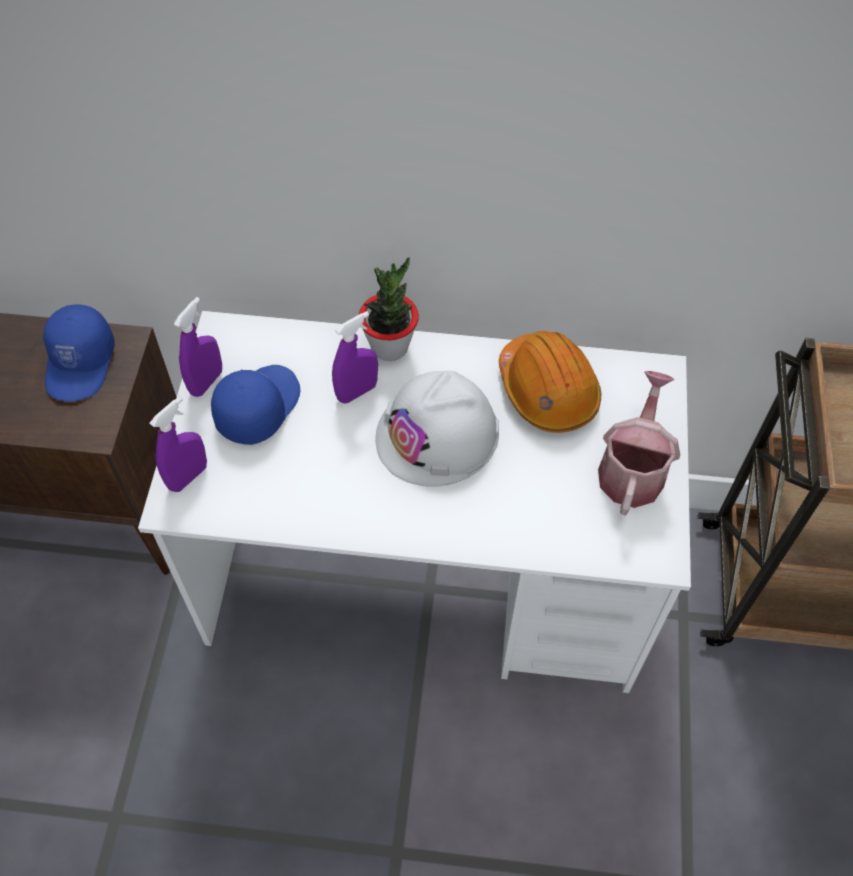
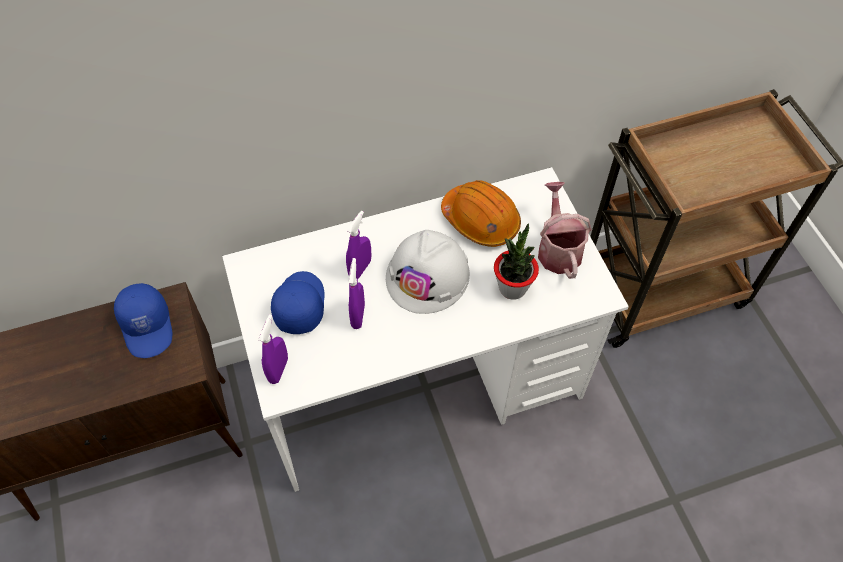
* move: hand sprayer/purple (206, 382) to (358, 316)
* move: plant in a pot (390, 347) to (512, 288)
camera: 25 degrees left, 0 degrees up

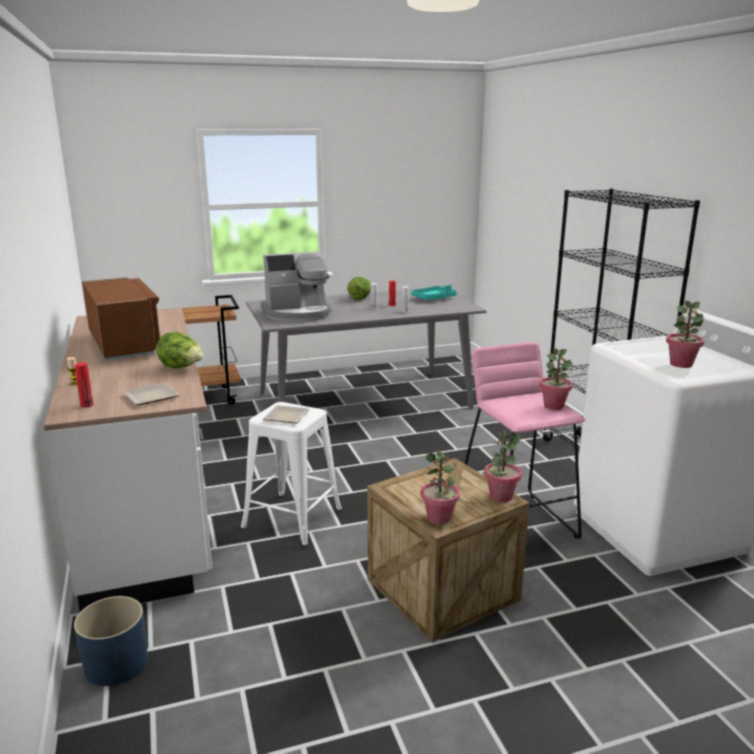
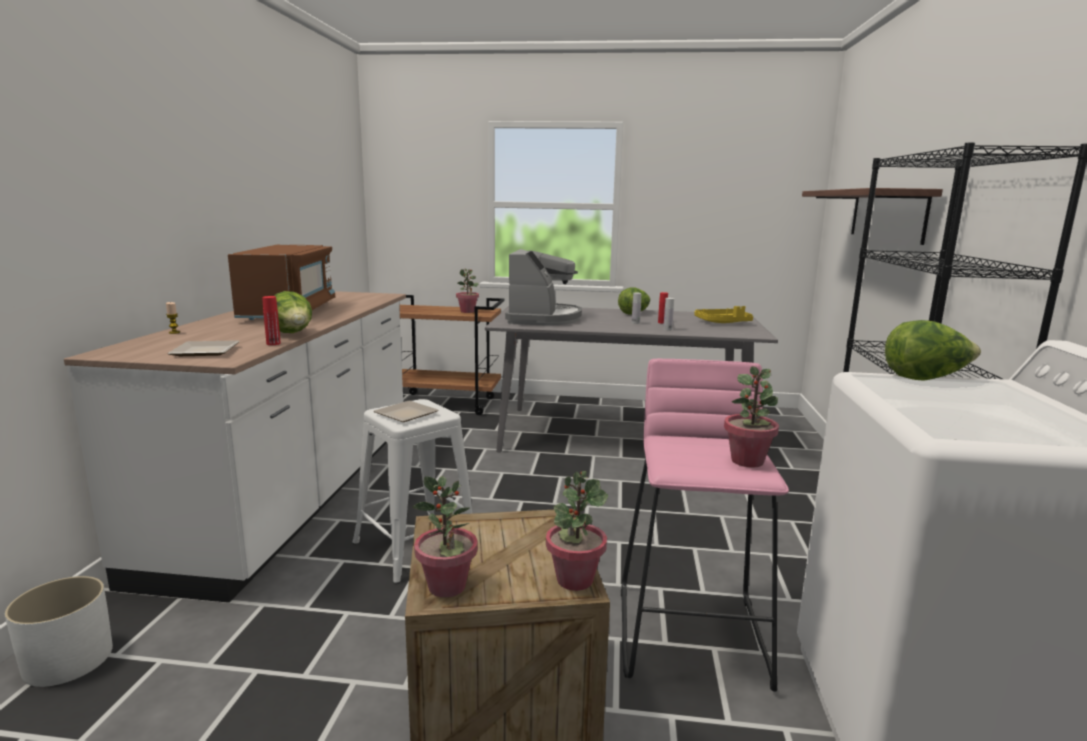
* recolor: planter/blue-coloured (115, 663) to planter/white (67, 660)
* move: bottle/red (87, 405) to (273, 343)
* move: plant in a pot (681, 364) to (467, 311)
* rotate: coffee machine (298, 313) = (543, 318) 90 degrees counterclockwise
* recolor: carrying tray/blue-green (434, 298) to carrying tray/yellowish (723, 322)
* insert: shelf (887, 215)
* insert: lettuce head (925, 379)
camera: 25 degrees right, 5 degrees down

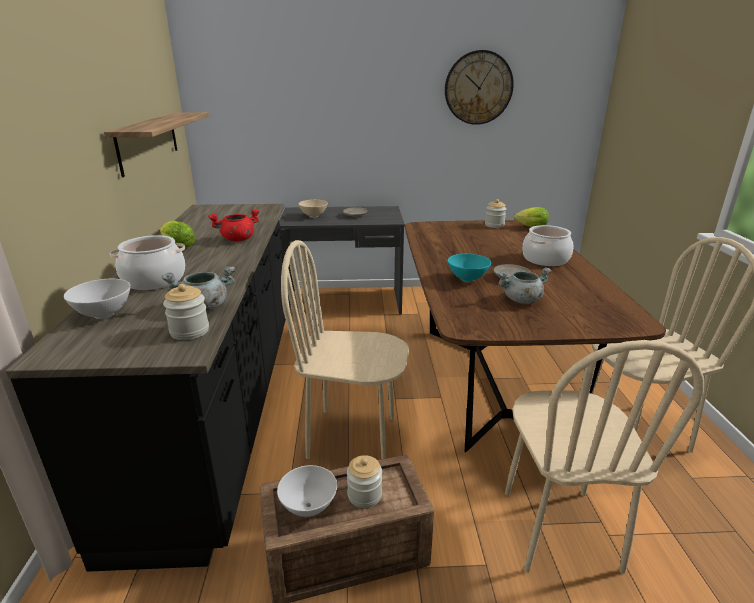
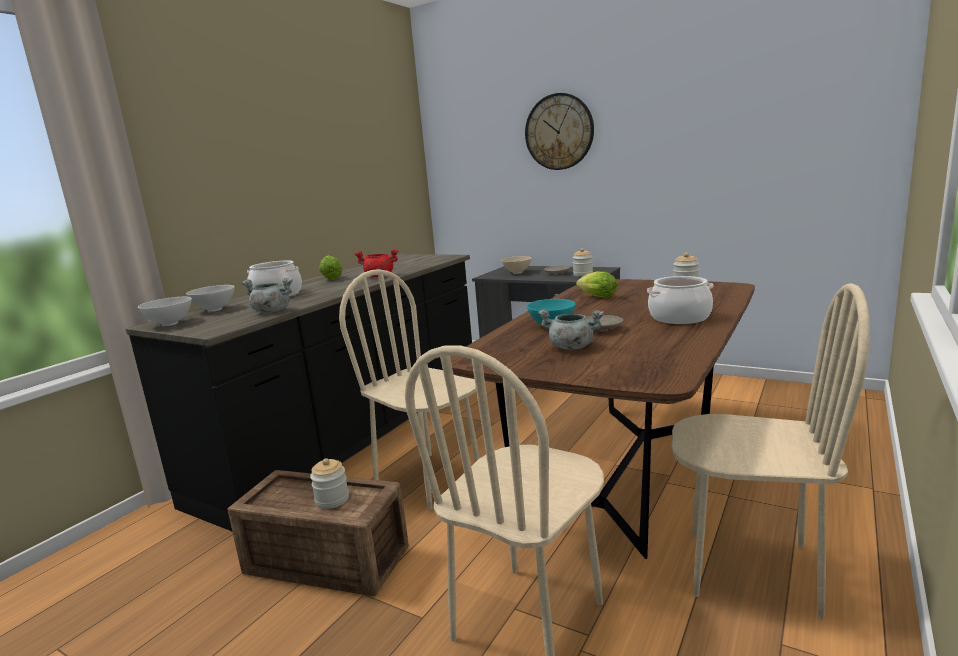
* move: bowl/white (308, 507) to (169, 324)
* move: clock on the wall (478, 88) to (559, 132)
* move: storage jar (189, 331) to (583, 274)
* move: lettuce head (529, 227) to (595, 297)
* delete: shelf (148, 141)
camera: 35 degrees right, 10 degrees down

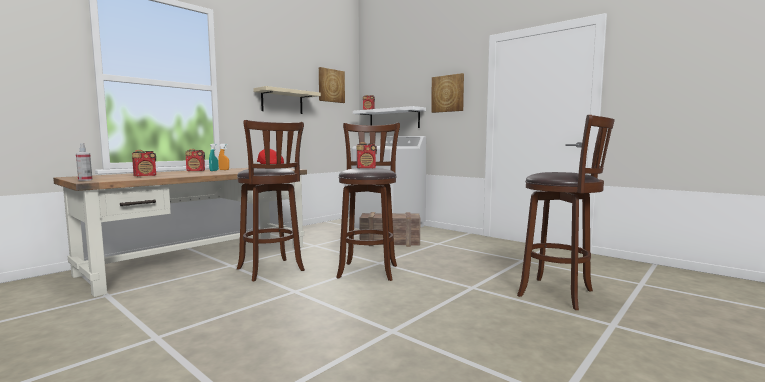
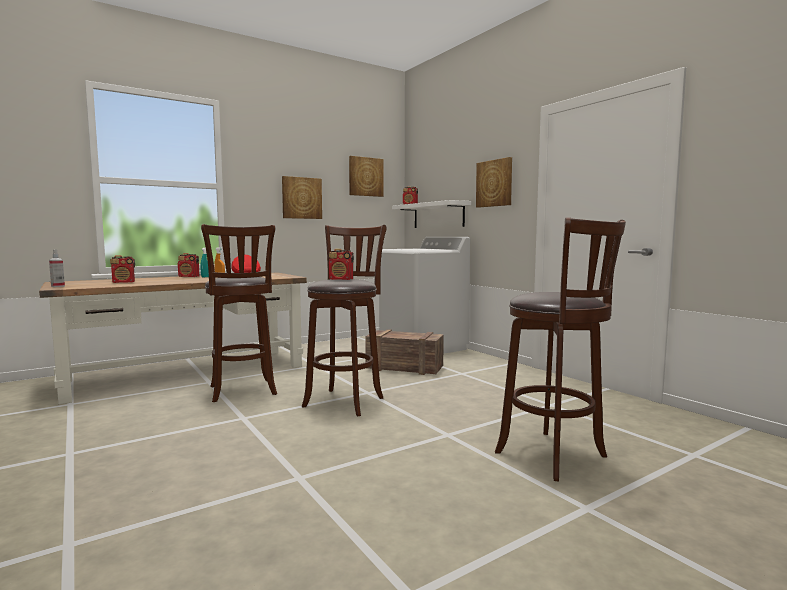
* replace: shelf/beige-coloured (282, 102) to wall art (301, 198)
camera: 15 degrees right, 0 degrees up

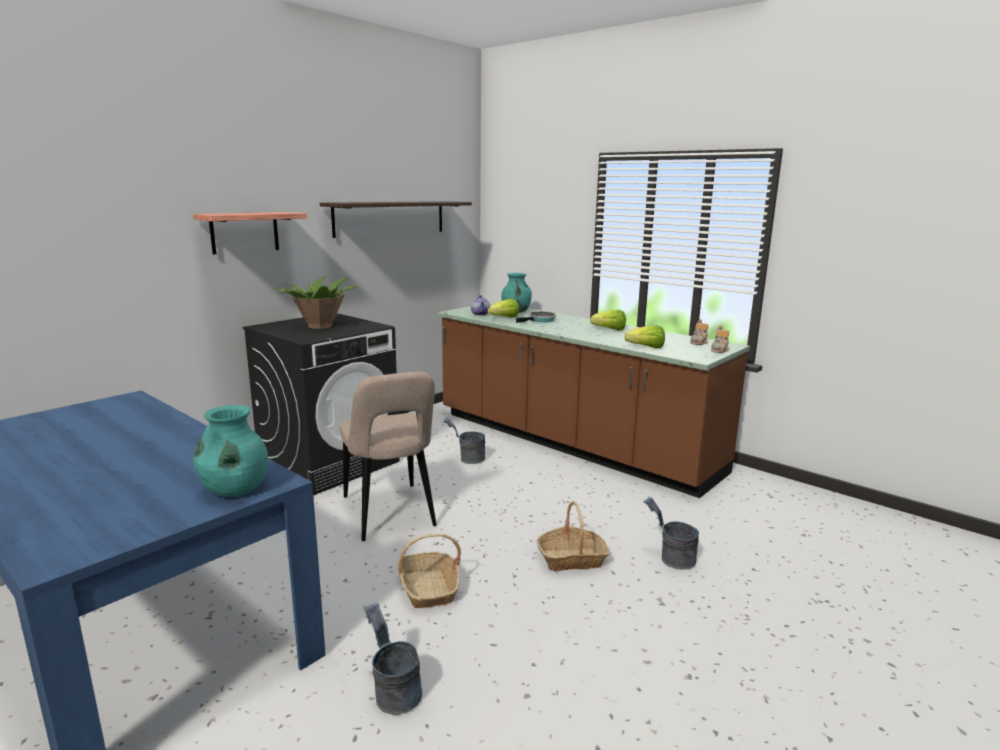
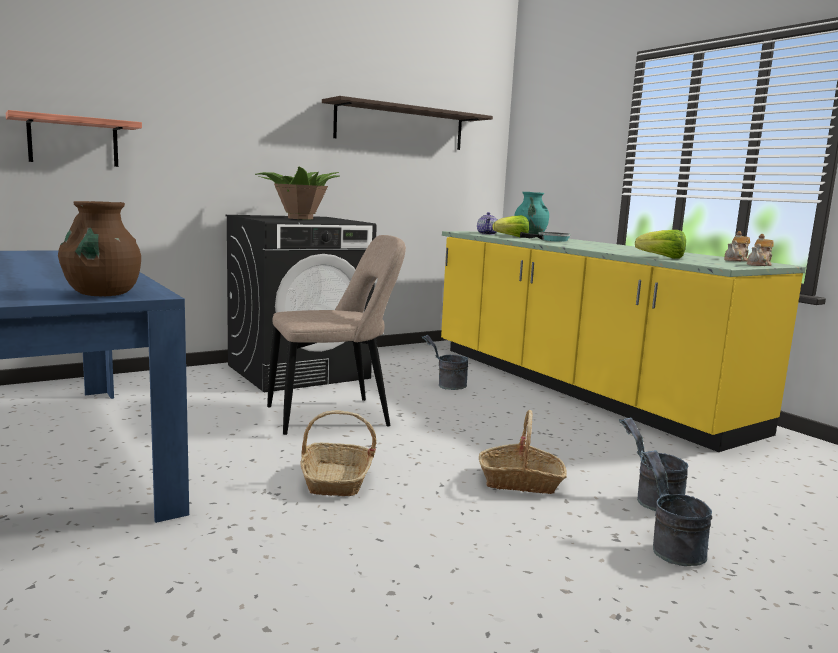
* move: shelf (244, 232) to (73, 141)
* recolor: decorative vase/blue-green (235, 489) to decorative vase/brownish (103, 294)
* rotate: upright chair/beige-coloured (390, 514) = (334, 416) 105 degrees counterclockwise
* recolor: kitchen base unit/brownish (572, 442) to kitchen base unit/yellowish (577, 386)
* move: pail/gray (393, 692) to (671, 549)
* delete: lettuce head (610, 330)
camera: 15 degrees right, 5 degrees down

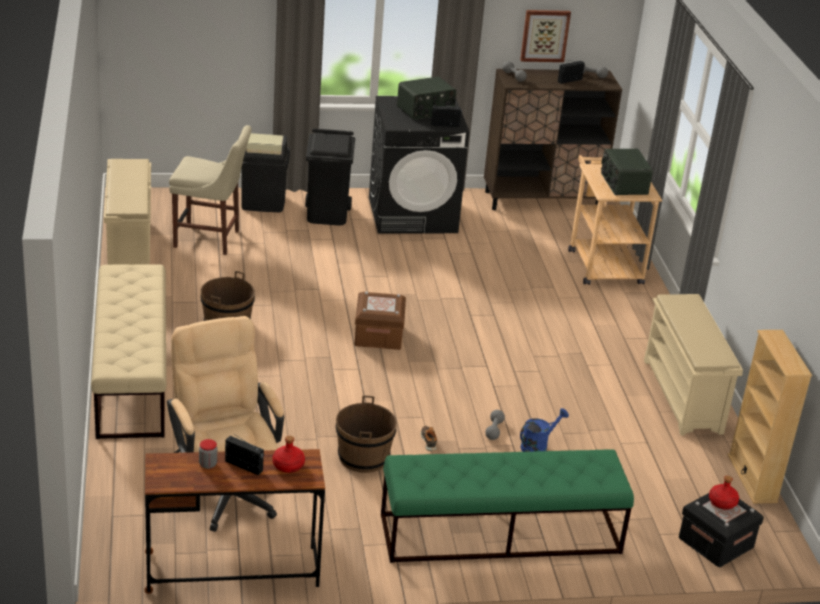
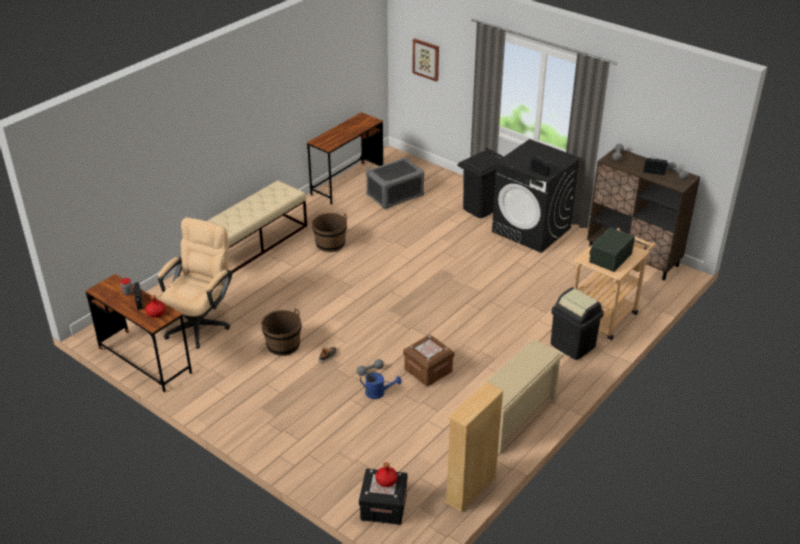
* replace: shoe rack/beige-coloured (129, 249) to desk table/brownish (347, 183)
* replace: upright chair/beige-coloured (210, 239) to storage container/gray (395, 195)
* move: storage container/brownish (378, 336) to (428, 370)
* move: wall art (544, 35) to (426, 59)
* move: rubbish bin/blackish (263, 202) to (573, 345)
* delete: indoor bench/greenish (499, 534)
* delete: radio set (425, 110)
camera: 50 degrees right, 5 degrees up

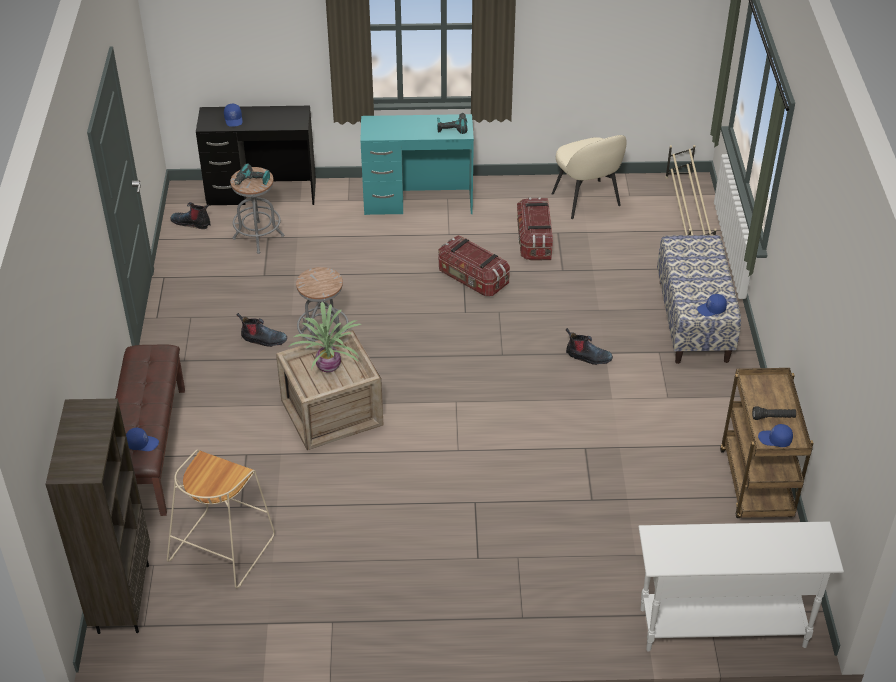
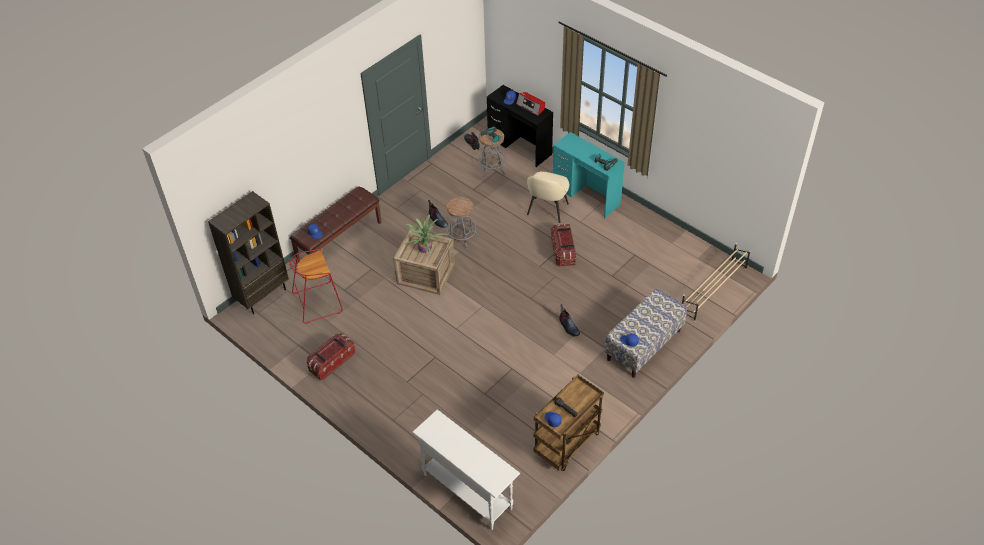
* recolor: stool seat/beige-coloured (222, 547) to stool seat/red (318, 302)
* move: storage container (534, 241) to (332, 362)
* insert: radio set (531, 106)
* move: upright chair/beige-coloured (586, 201) to (547, 210)
camera: 45 degrees right, 5 degrees up

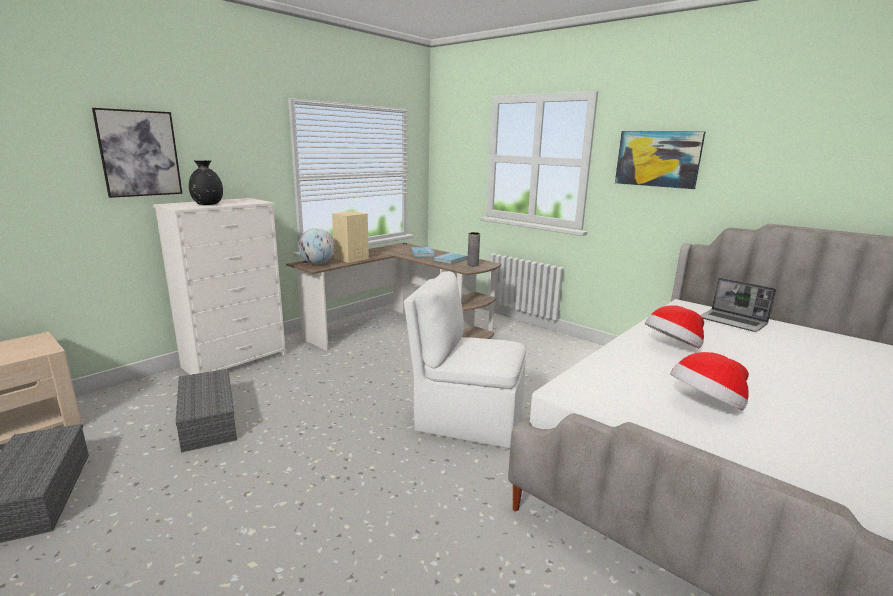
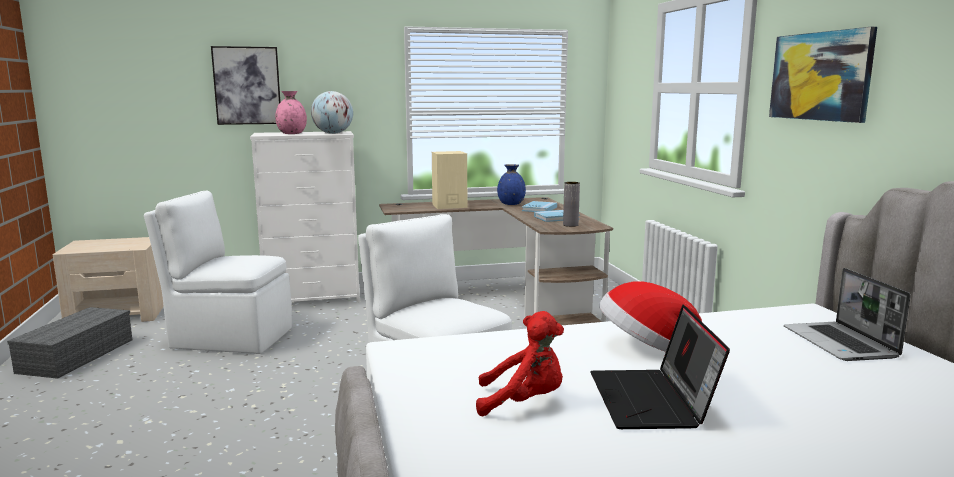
* replace: storage container/gray (207, 420) to upright chair/white (230, 338)
* recolor: decorative vase/blackish (207, 204) to decorative vase/pink (291, 134)
* move: desk globe (317, 263) to (333, 133)
* replace: wearable hat (706, 405) to soft toy/red (523, 402)
* insert: decorative vase/blue-coloured (511, 204)
* insert: portable computer (653, 401)
camera: 35 degrees right, 5 degrees down

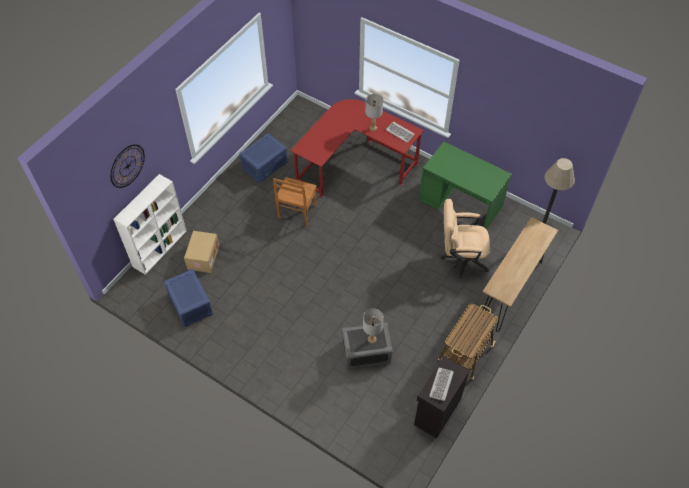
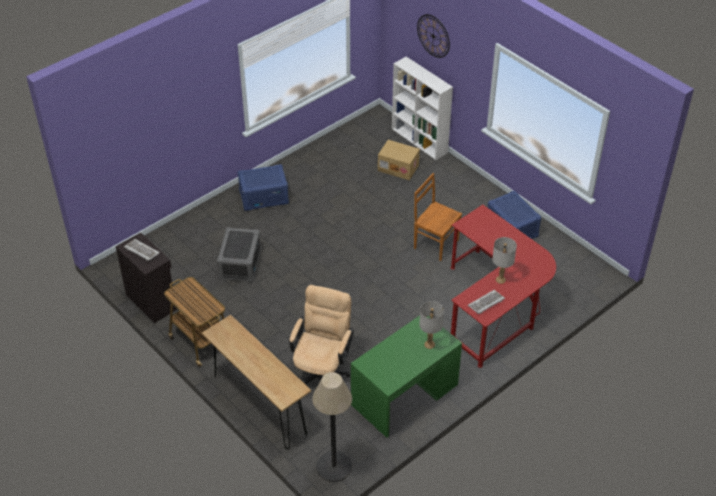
* move: storage container/blue-coloured (190, 304) to (264, 197)
* move: lamp for a table/gray (371, 339) to (429, 344)
camera: 105 degrees right, 10 degrees down

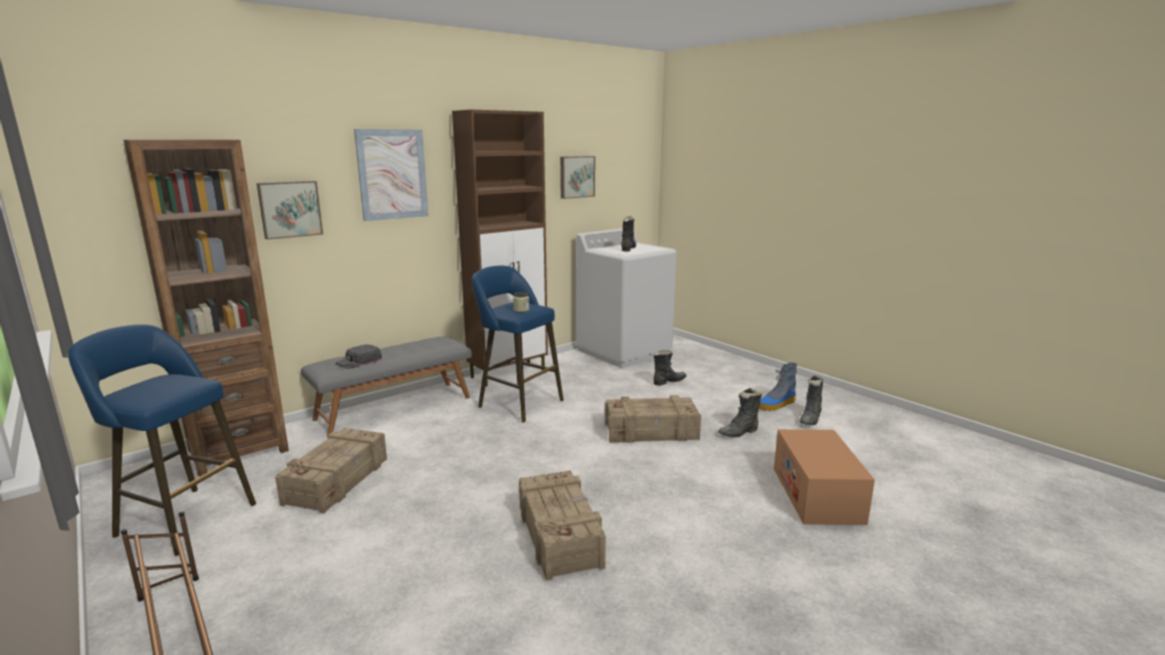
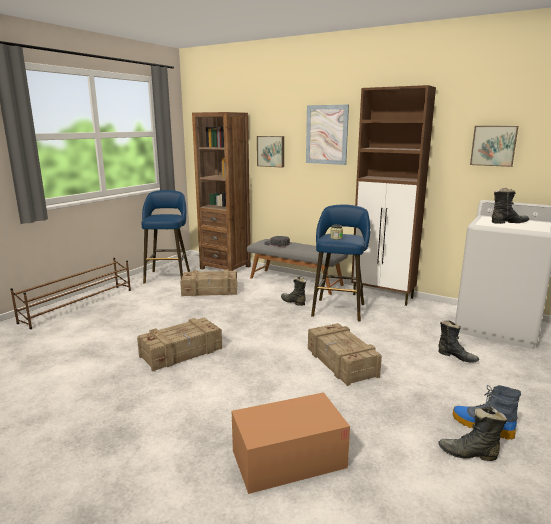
* move: tall boot/blackish (739, 432) to (293, 302)
camera: 70 degrees right, 0 degrees up

